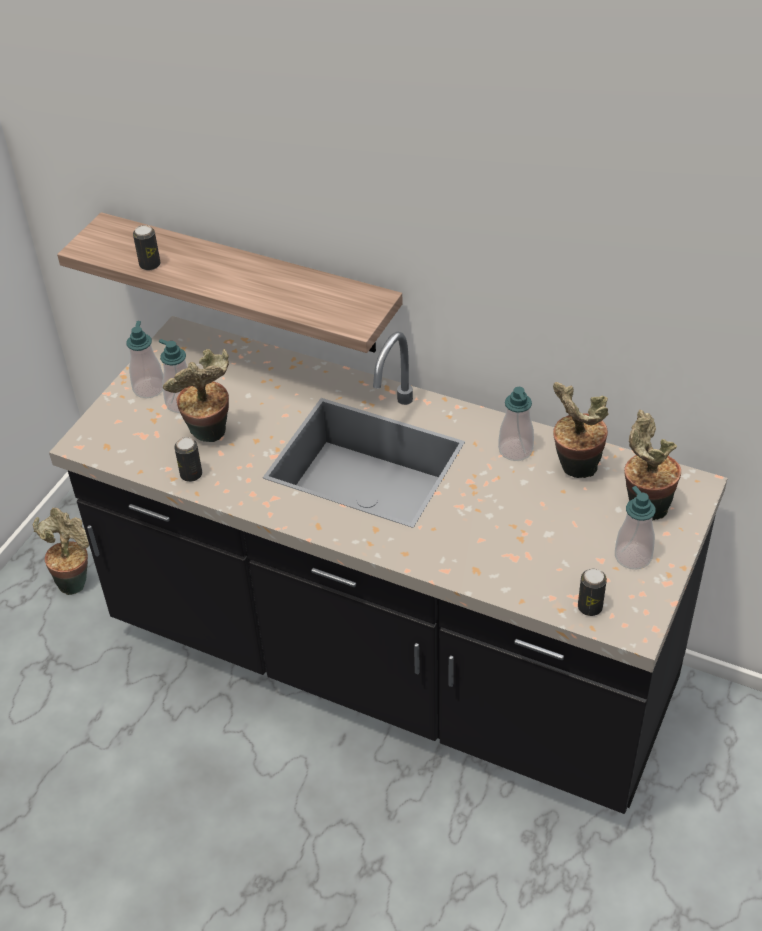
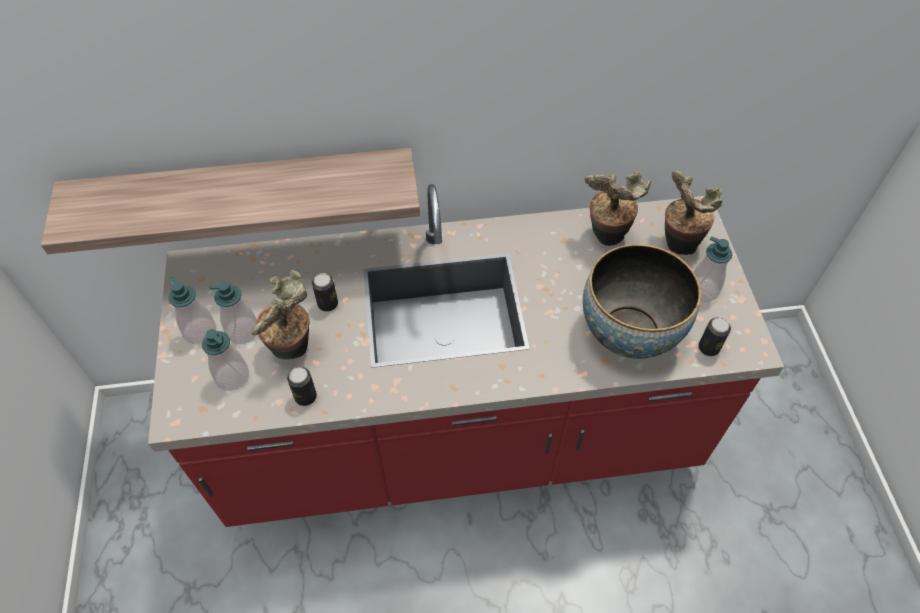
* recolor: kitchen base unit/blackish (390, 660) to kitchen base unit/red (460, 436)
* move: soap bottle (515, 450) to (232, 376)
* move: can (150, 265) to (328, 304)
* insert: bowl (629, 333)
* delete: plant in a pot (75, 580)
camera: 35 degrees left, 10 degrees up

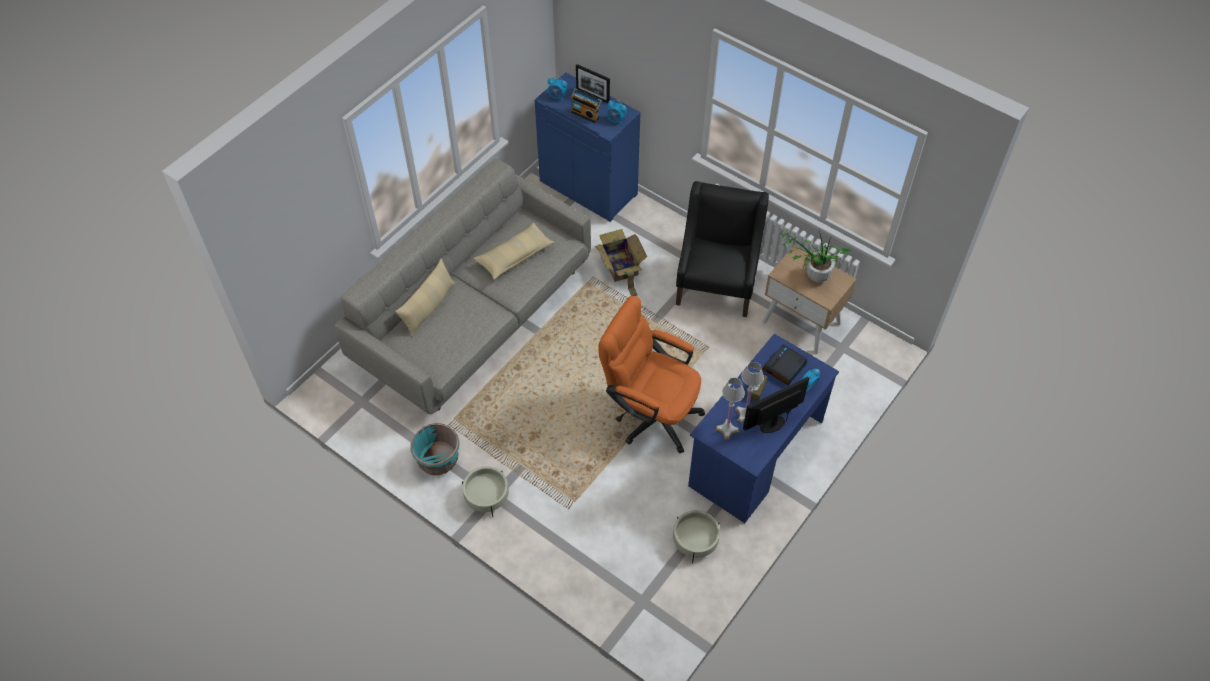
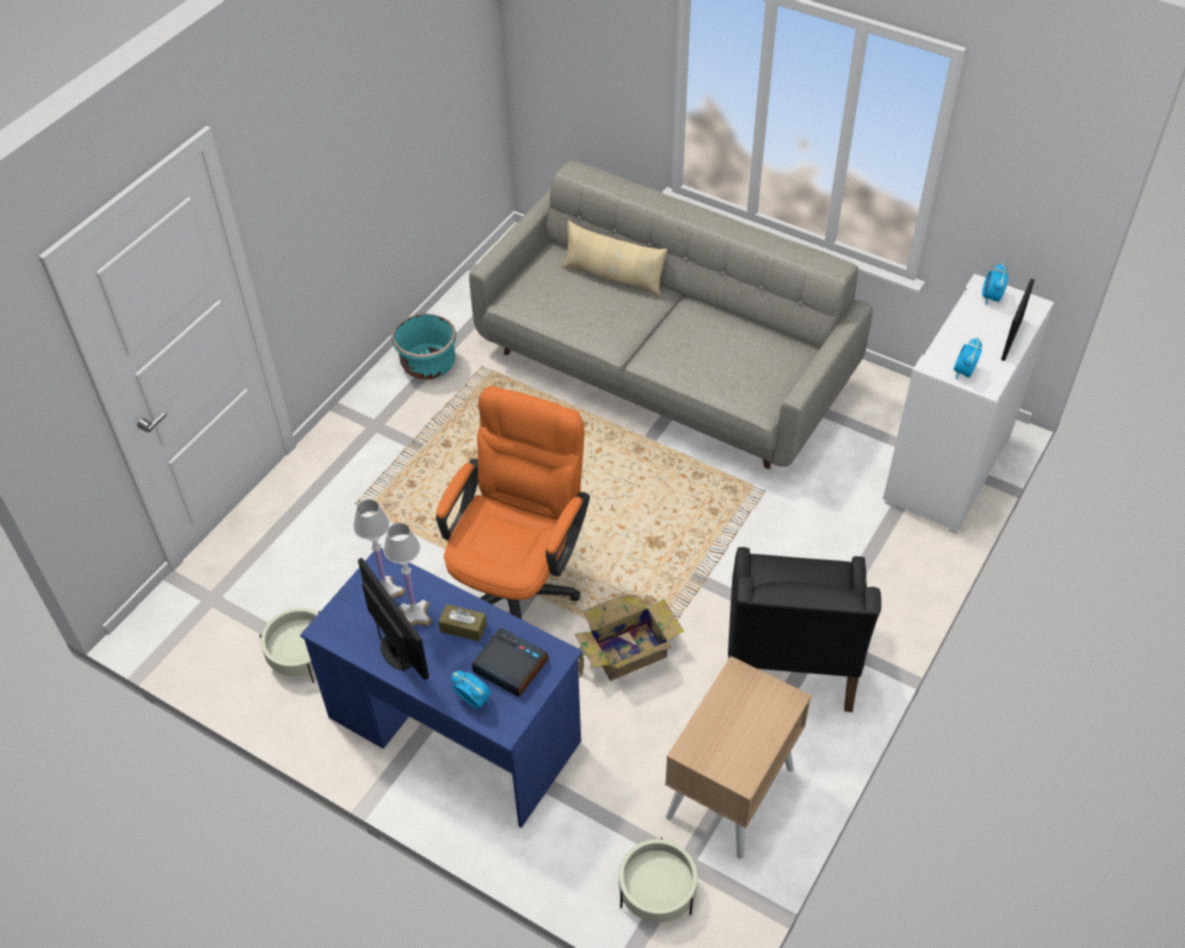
* move: packing box (620, 267) to (625, 653)
* move: planter/beige-coloured (487, 496) to (657, 892)
* rotate: lounge chair/blackish (717, 284) = (789, 658) 90 degrees clockwise
* recolor: cabinet/blue-coloured (589, 188) to cabinet/white (948, 470)
* delete: cushion/beige-coloured (514, 256)
* delete: radio set (586, 114)
* delete: plant in a pot (812, 276)
camera: 85 degrees right, 5 degrees down

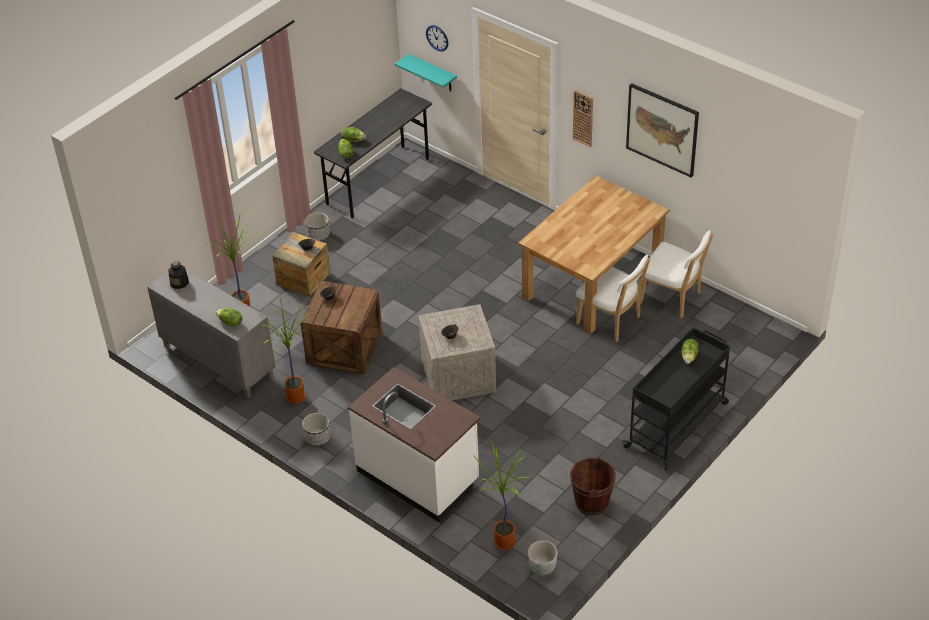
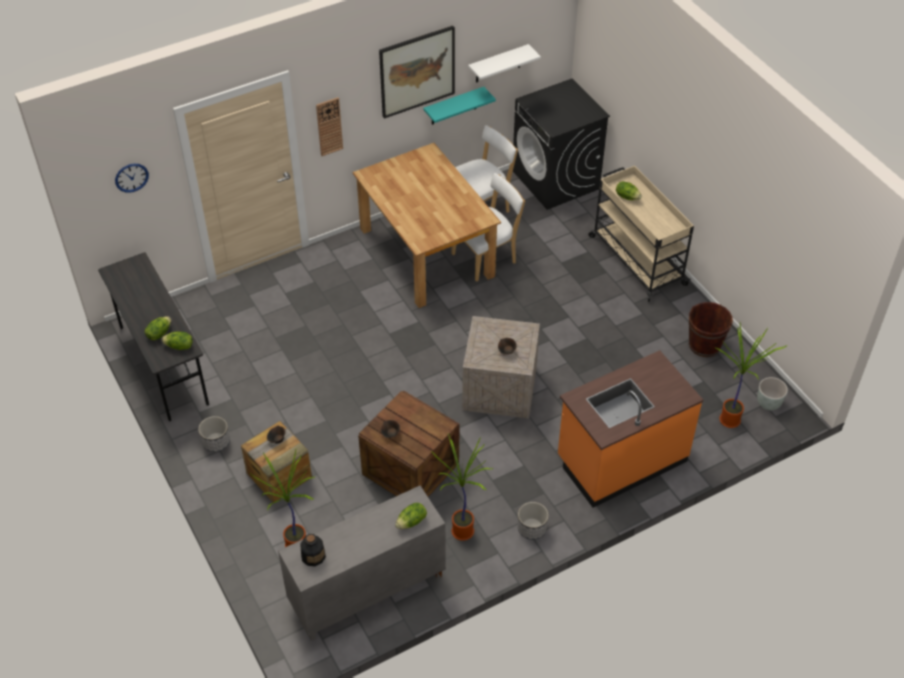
* move: shelf/blue-green (433, 73) to (453, 106)
* insert: shelf/white (498, 64)
* insert: washing machine/blackish (556, 180)
* recolor: kitchen base unit/white (418, 476) to kitchen base unit/orange (621, 459)
* recolor: trolley/blackish (677, 424) to trolley/beige-coloured (636, 259)
camera: 70 degrees left, 5 degrees up

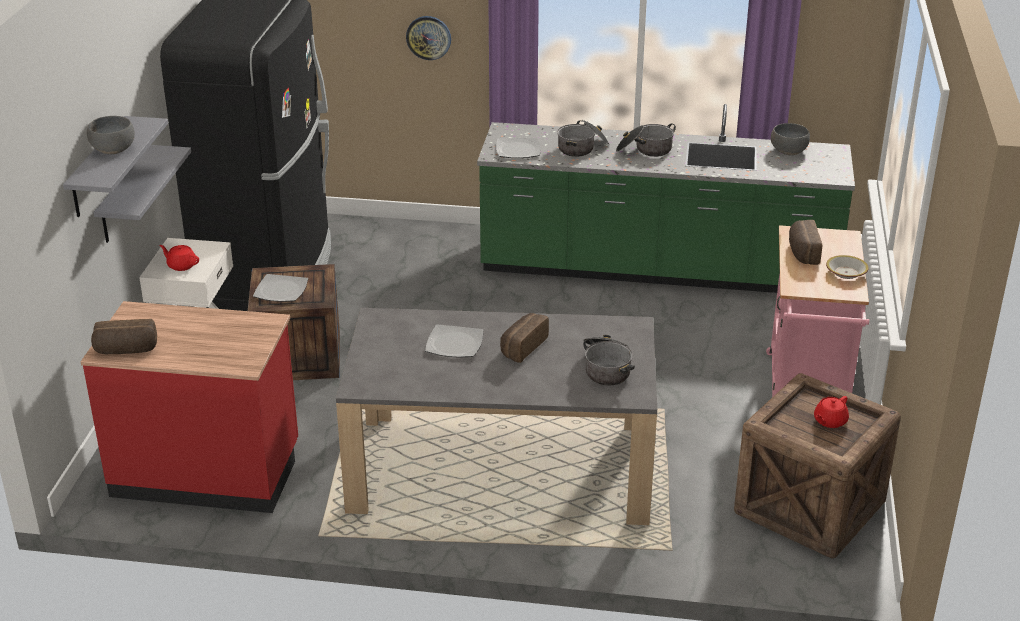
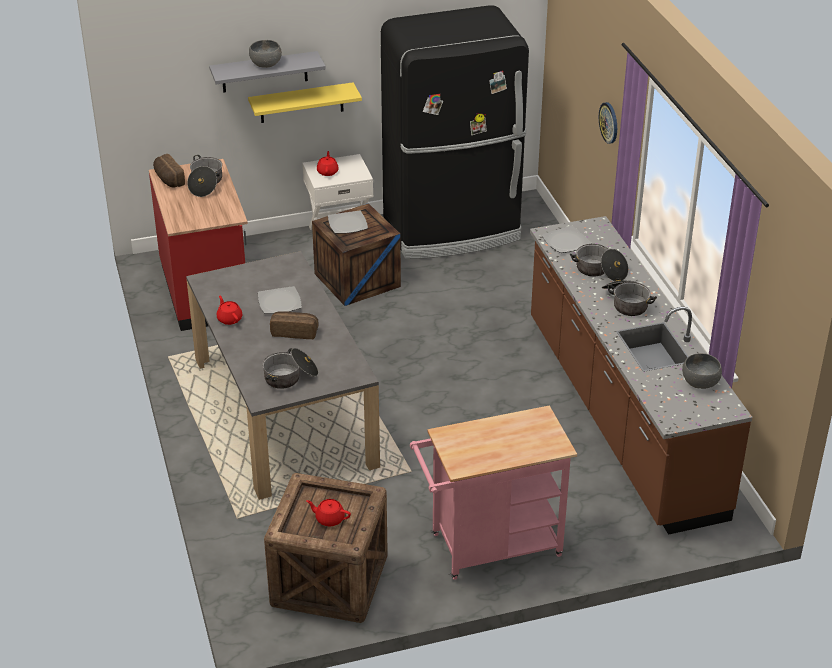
* insert: stockpot (205, 184)
* insert: tea pot/red (229, 319)
* recolor: shelf/gray (125, 195) to shelf/yellowish (301, 103)
* recolor: kitchen base unit/greenish (658, 271) to kitchen base unit/brownish (621, 416)
* delete: bakery bread (802, 252)
* delete: bowl (846, 273)
camera: 65 degrees right, 5 degrees up

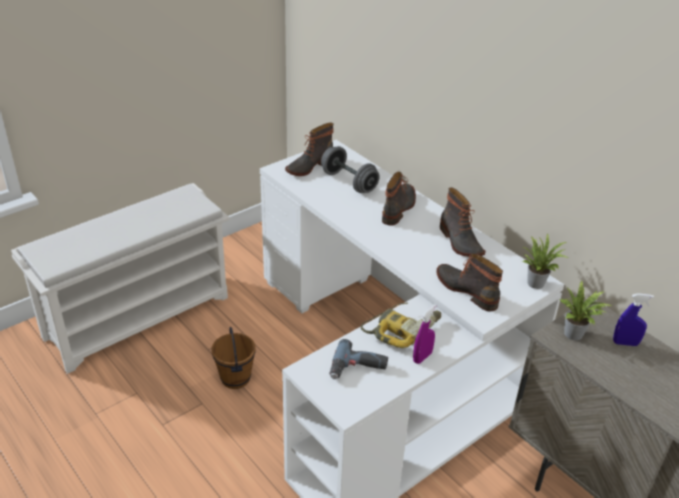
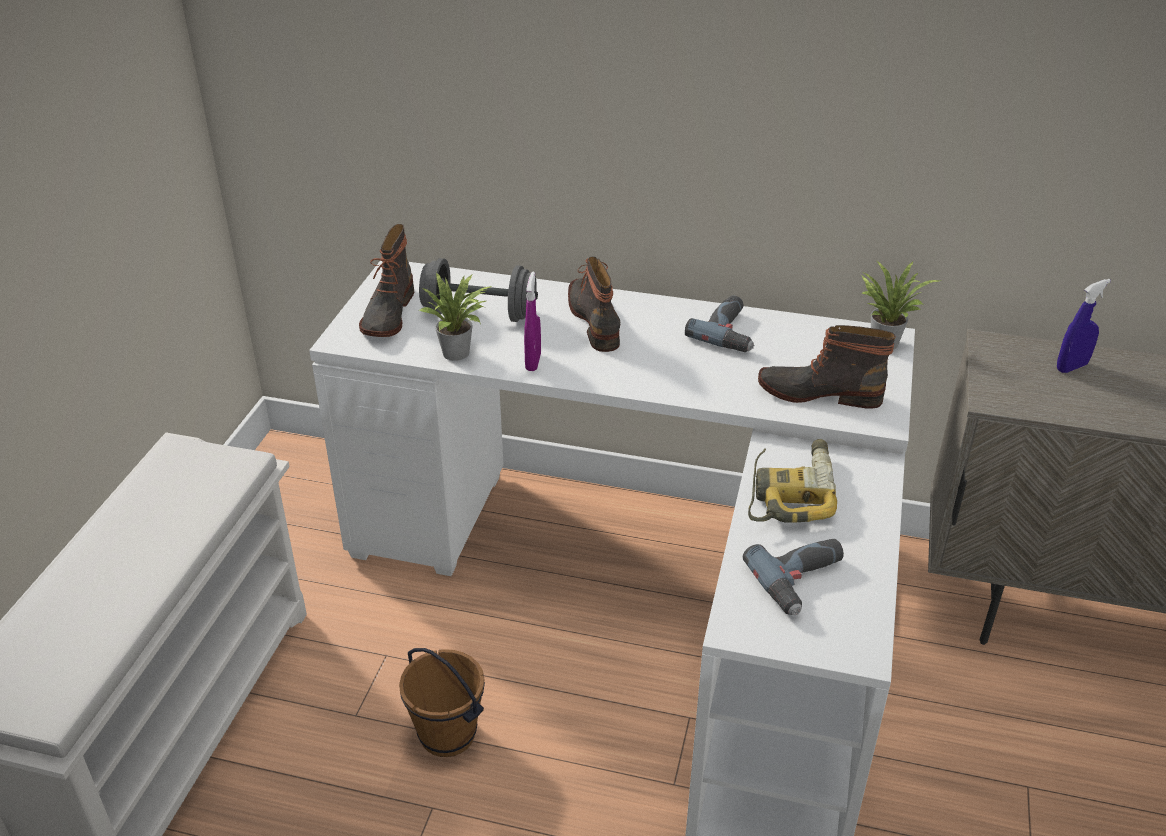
* move: plant in a pot (575, 335) to (459, 353)
* move: hand sprayer/purple (422, 357) to (533, 362)
* replace: tall boot (459, 242) to electric drill (731, 332)
camera: 35 degrees left, 0 degrees up

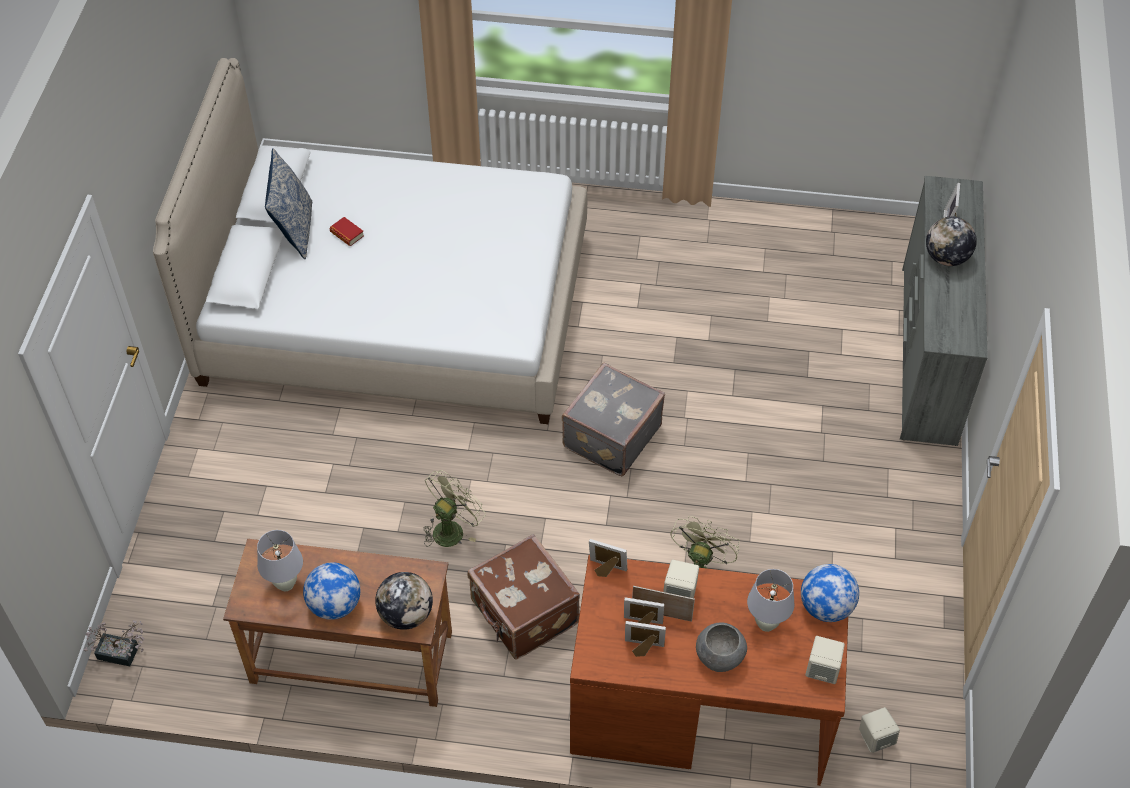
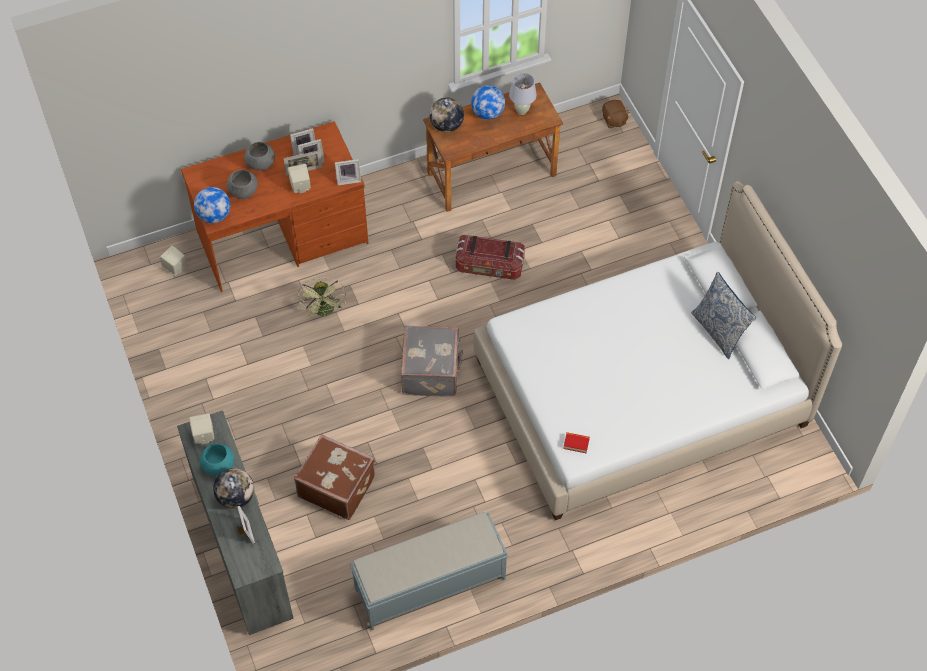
* move: speaker/beige-coloured (822, 670) to (203, 436)
* insert: bowl/blue-green (218, 466)
* replace: lamp for a table/white (766, 624) to bowl/gray (243, 192)
* move: suitcase/brownish (523, 614) to (337, 486)
* insert: indoor bench/gray (429, 584)
* replace: electric fan/greenish (452, 528) to storage container (489, 266)
* move: book (347, 234) to (576, 444)
* replace: plant in a pot (122, 654) to soft toy/brownish (614, 120)
camera: 150 degrees right, 5 degrees up

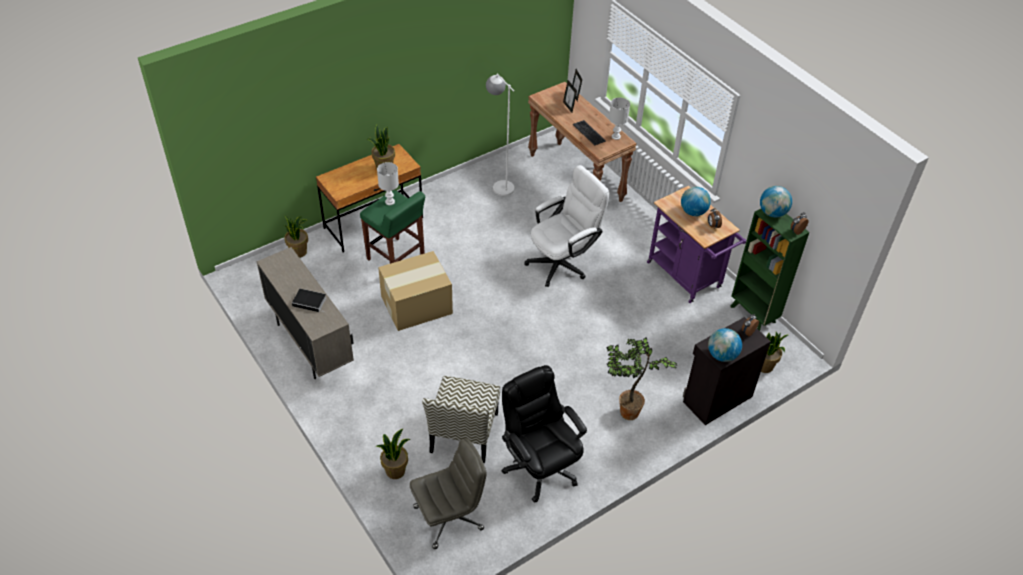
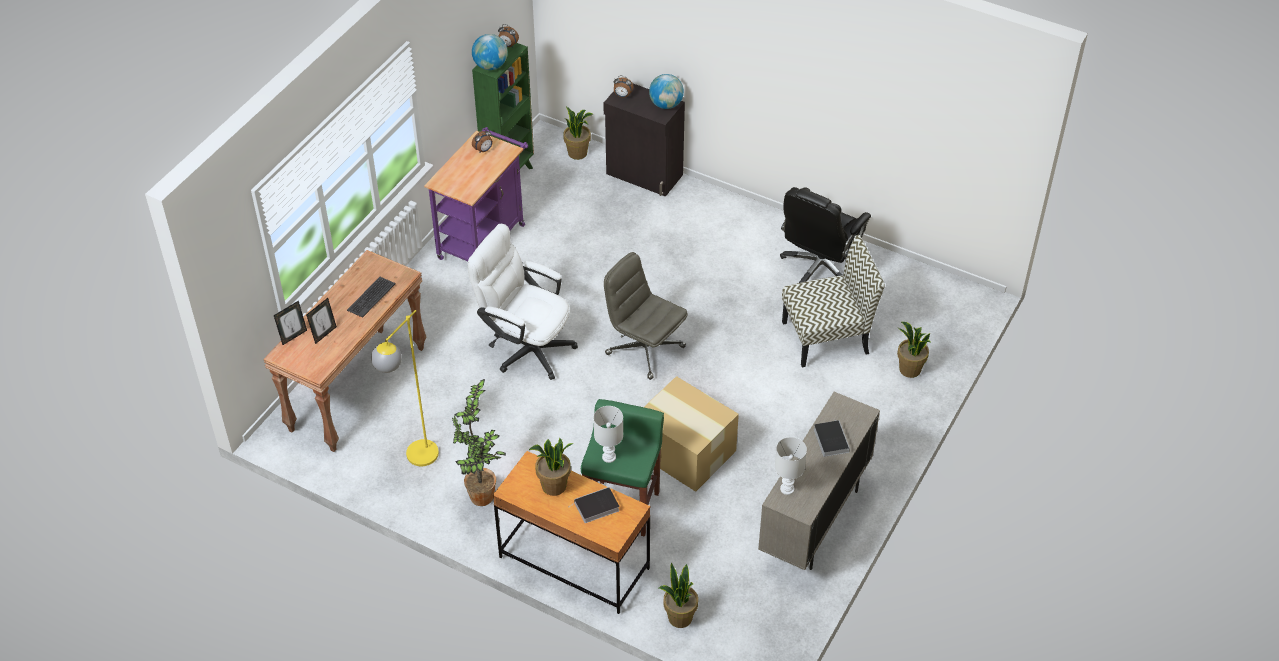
* recolor: standard lamp/white (499, 184) to standard lamp/yellowish (415, 461)
* move: plant in a pot (626, 412) to (483, 499)
* insert: book (595, 507)
* move: desk chair/gray (449, 517) to (644, 350)
* move: lamp for a table/white (616, 137) to (787, 488)
* delete: desk globe (693, 212)
camera: 115 degrees left, 0 degrees up

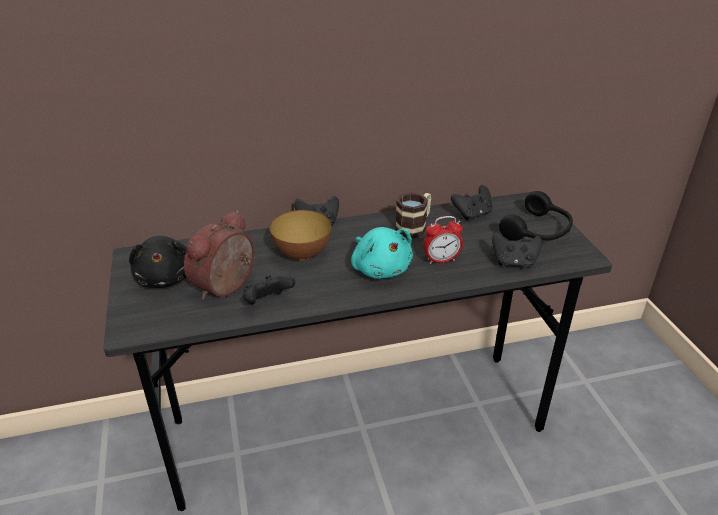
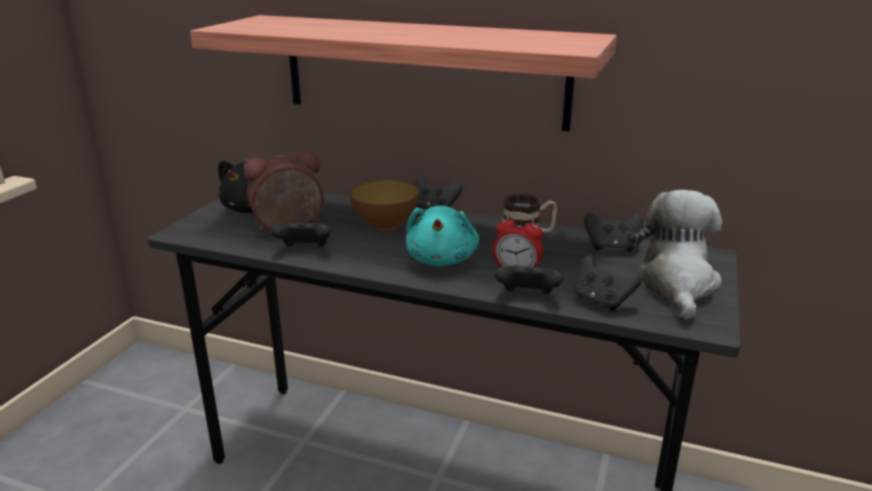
* insert: shelf (423, 71)
* insert: joypad/blackish (527, 297)
* replace: pair of headphones/blackish (538, 231) to soft toy (676, 285)
camera: 35 degrees right, 10 degrees down

